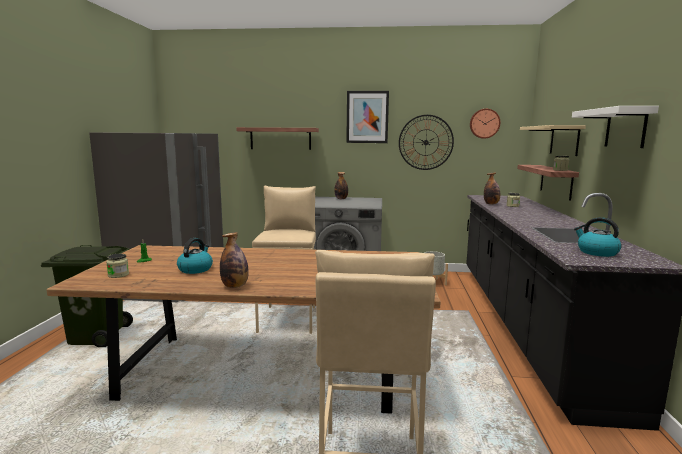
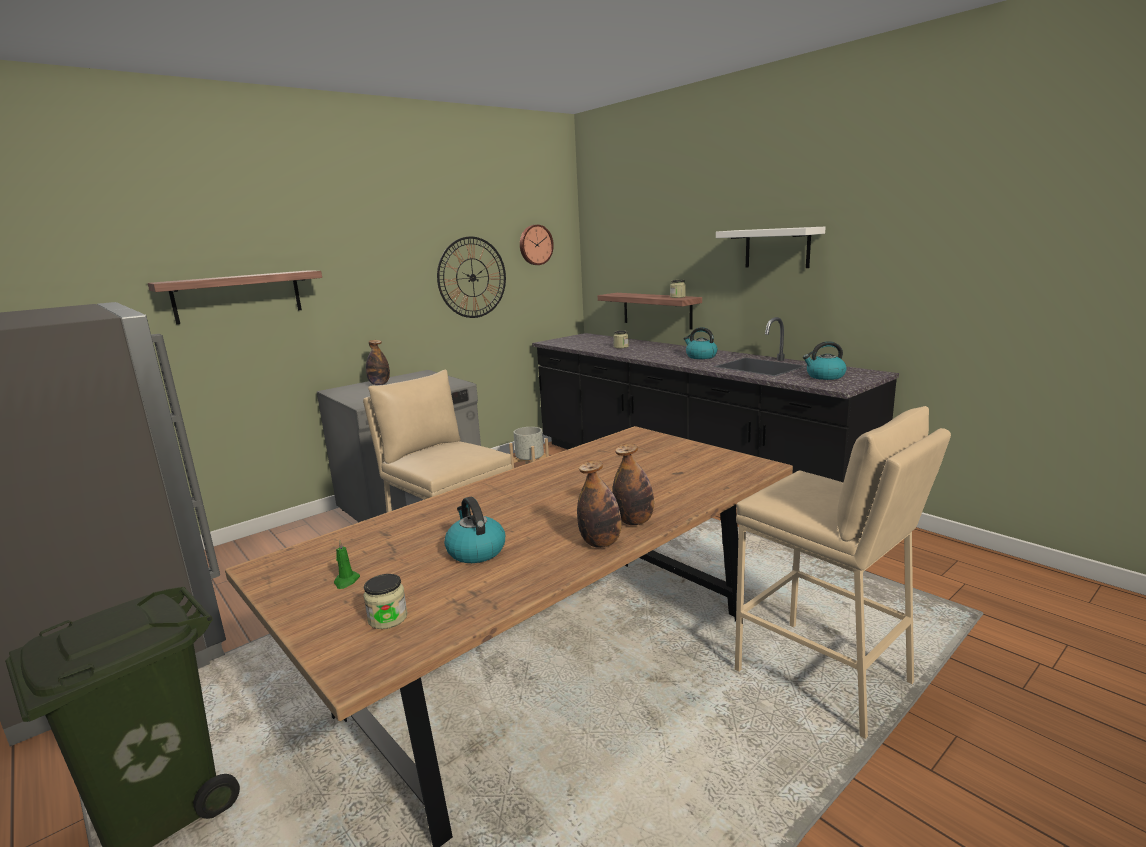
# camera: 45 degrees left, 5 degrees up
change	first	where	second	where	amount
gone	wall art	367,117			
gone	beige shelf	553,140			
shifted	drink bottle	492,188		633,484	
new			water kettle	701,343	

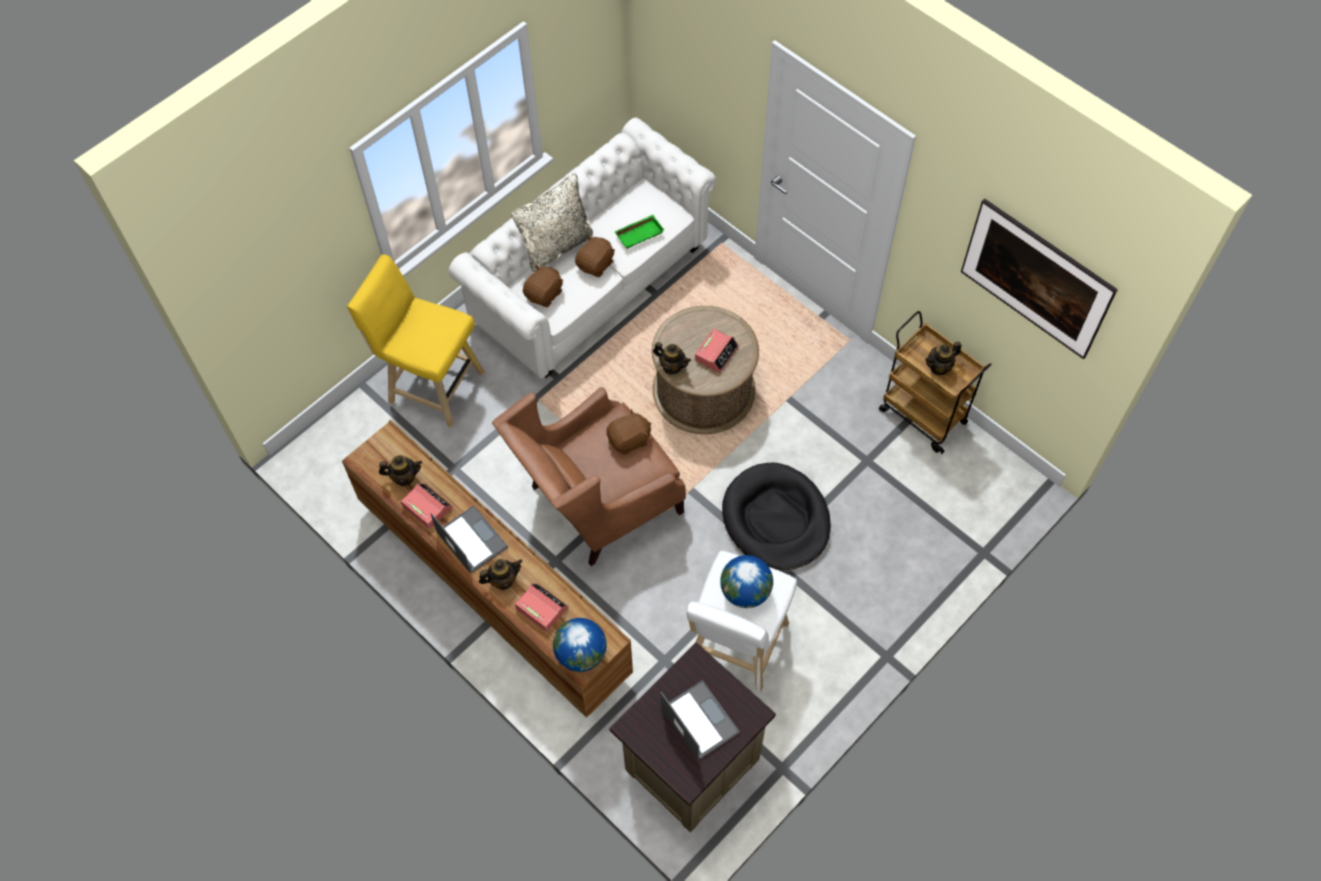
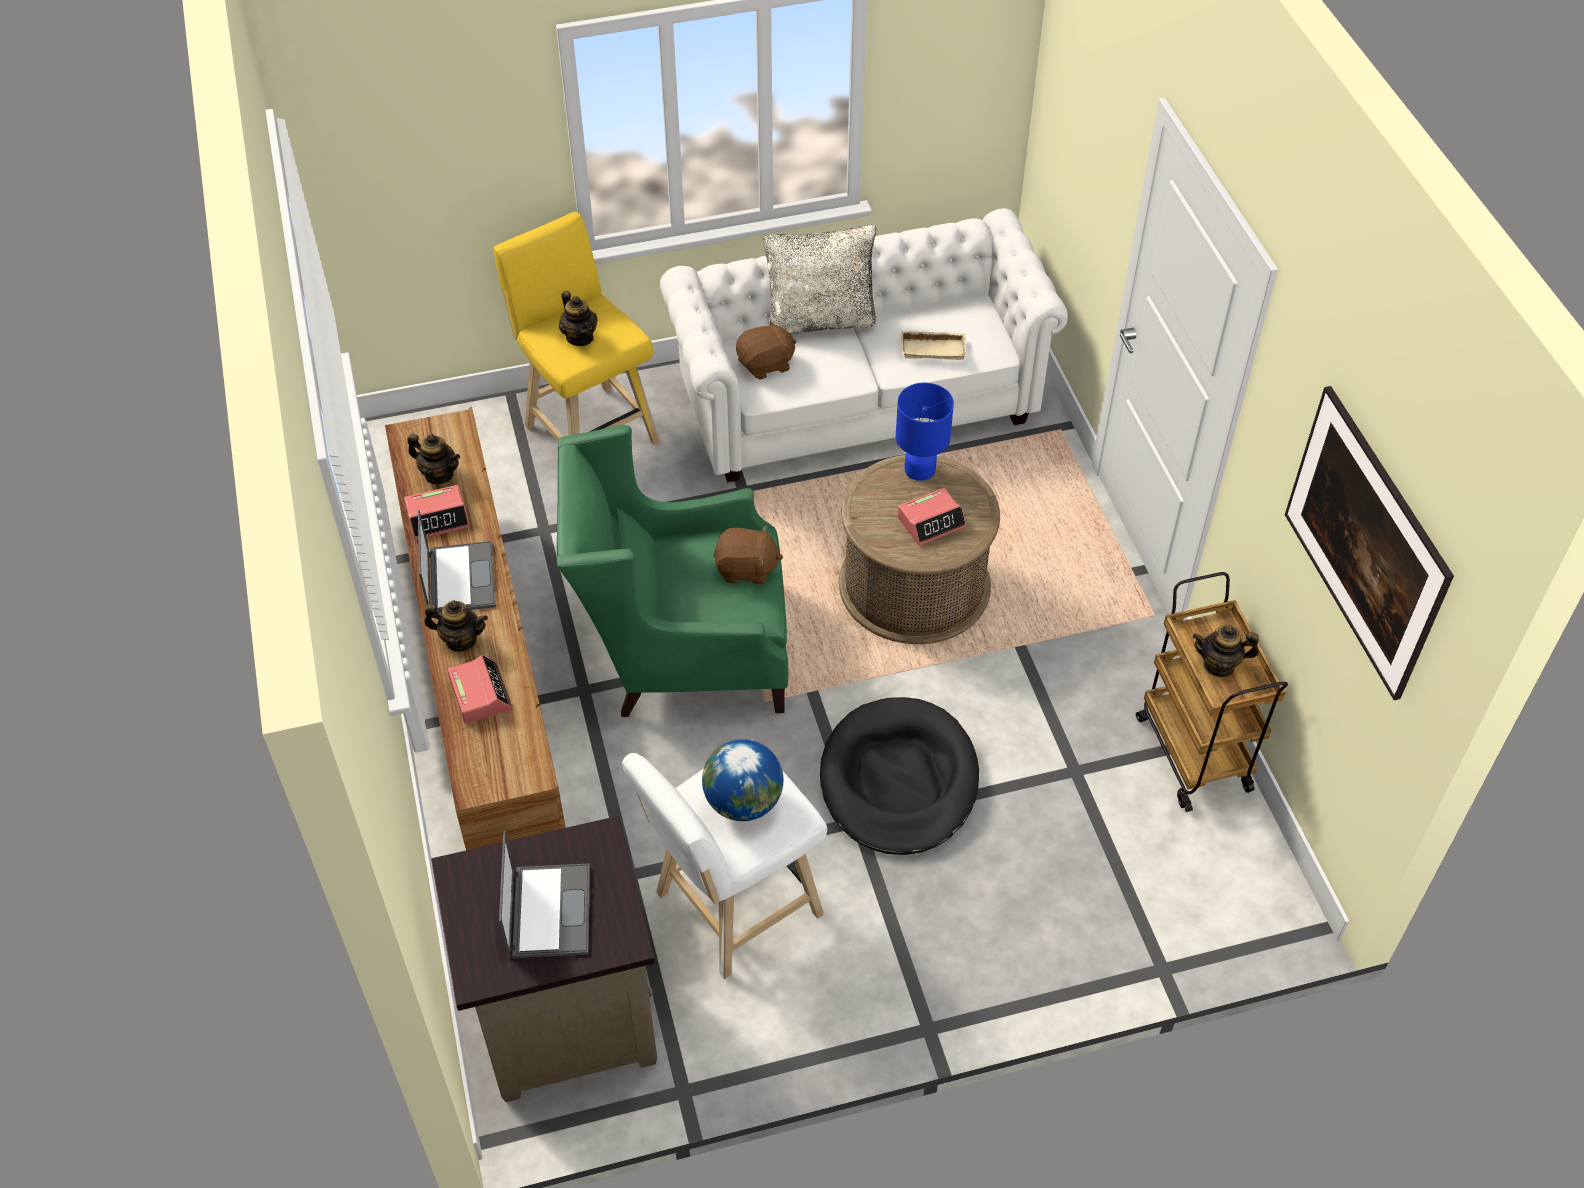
# camera: 30 degrees right, 10 degrees down
change	first	where	second	where	amount
repainted	greenish tray	639,232	beige tray	934,345	
gone	brown soft toy	595,256			
shifted	pot for tea	672,358		578,318	
repainted	brown armchair	589,476	greenish armchair	672,571	
rotated	bedside clock	427,506		437,512	90 degrees clockwise
gone	world globe	580,645			
new			bluish tabletop lamp	925,432	

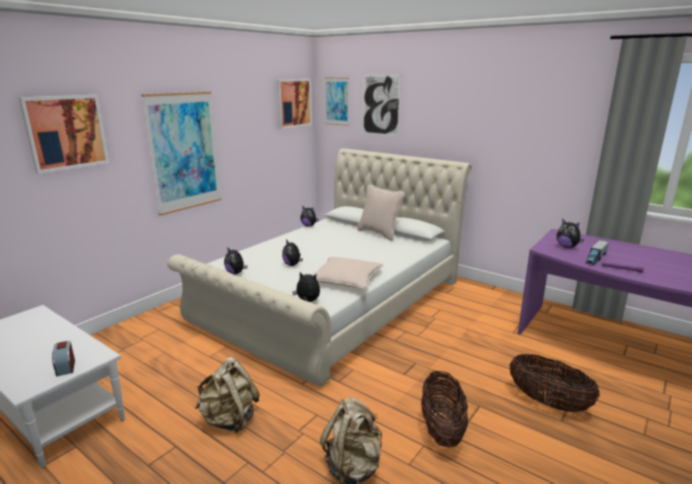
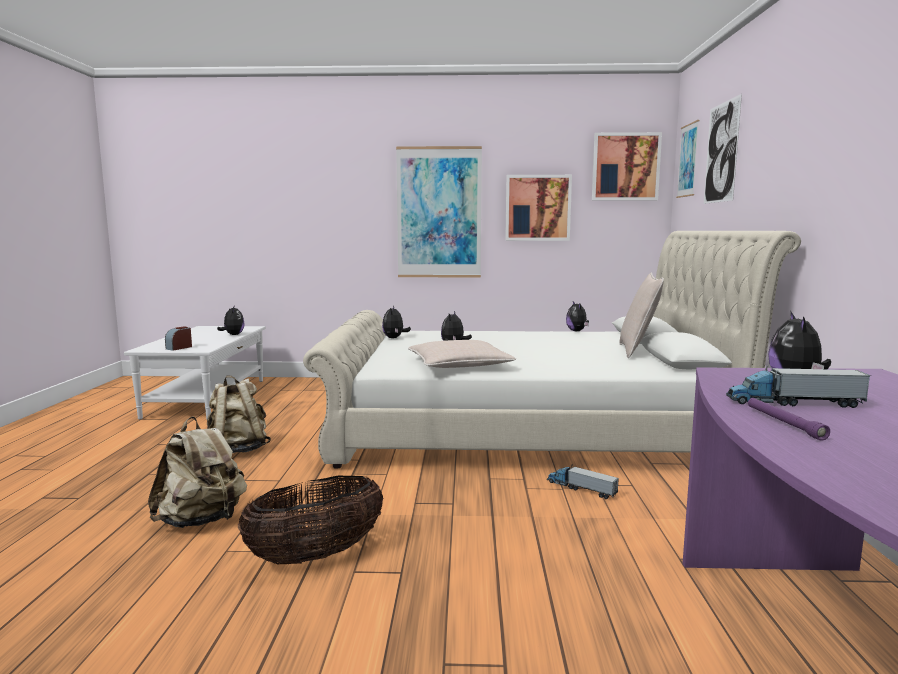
# camera: 55 degrees right, 10 degrees down
change	first	where	second	where	amount
shifted	wall art	63,134		538,208	
shifted	soft toy	306,287		231,321	
gone	basket	554,383			
new			toy truck	583,481	

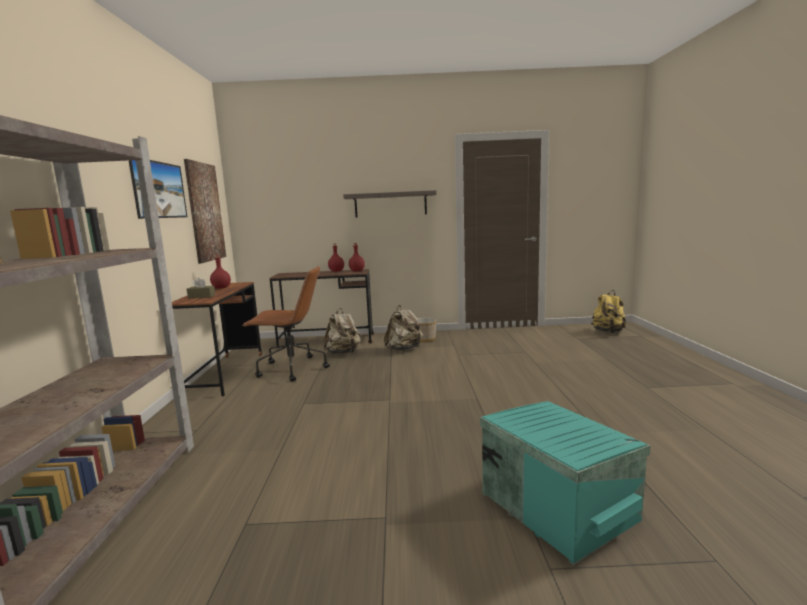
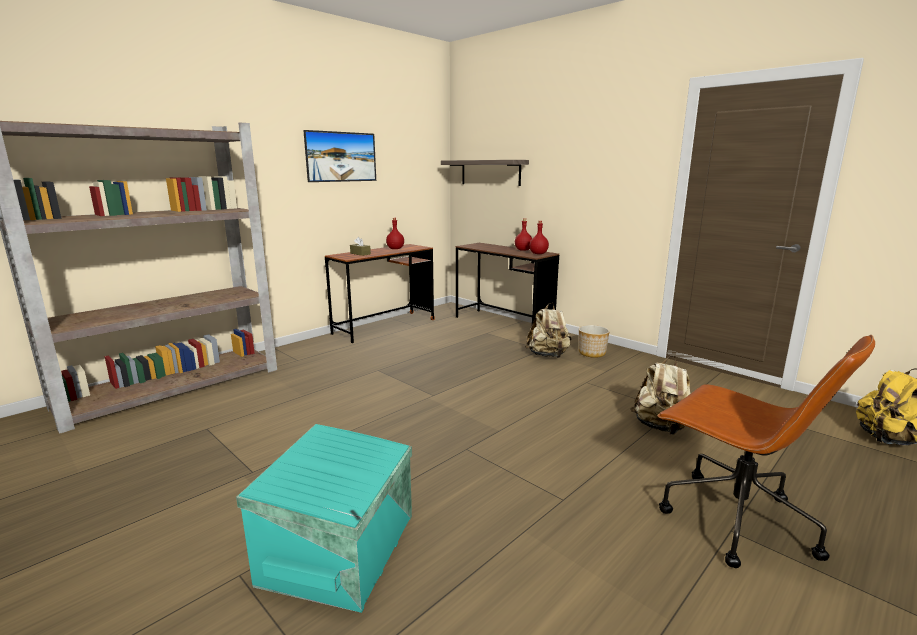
# camera: 45 degrees right, 5 degrees up
change	first	where	second	where	amount
gone	wall art	205,211			
shifted	shelf	389,204		485,173	
shifted	brown computer chair	286,323		766,451	
shifted	beige knapsack	342,331		661,395	

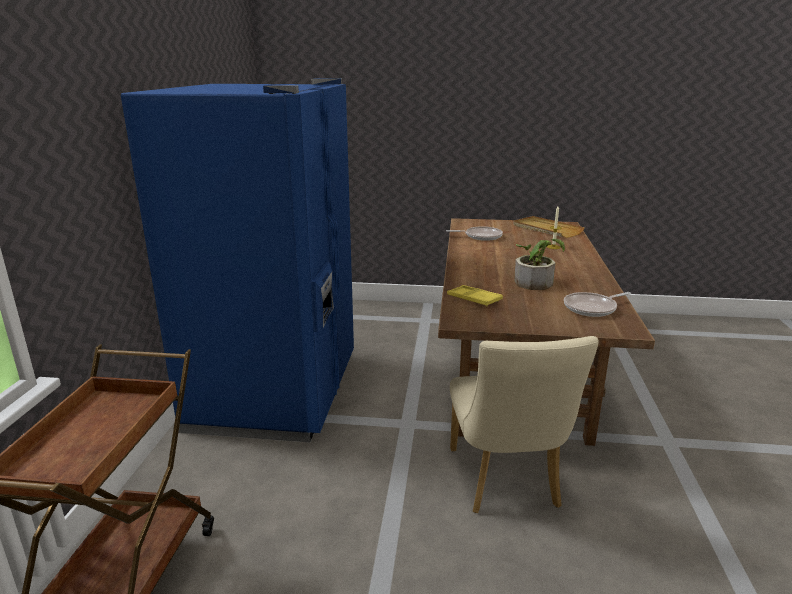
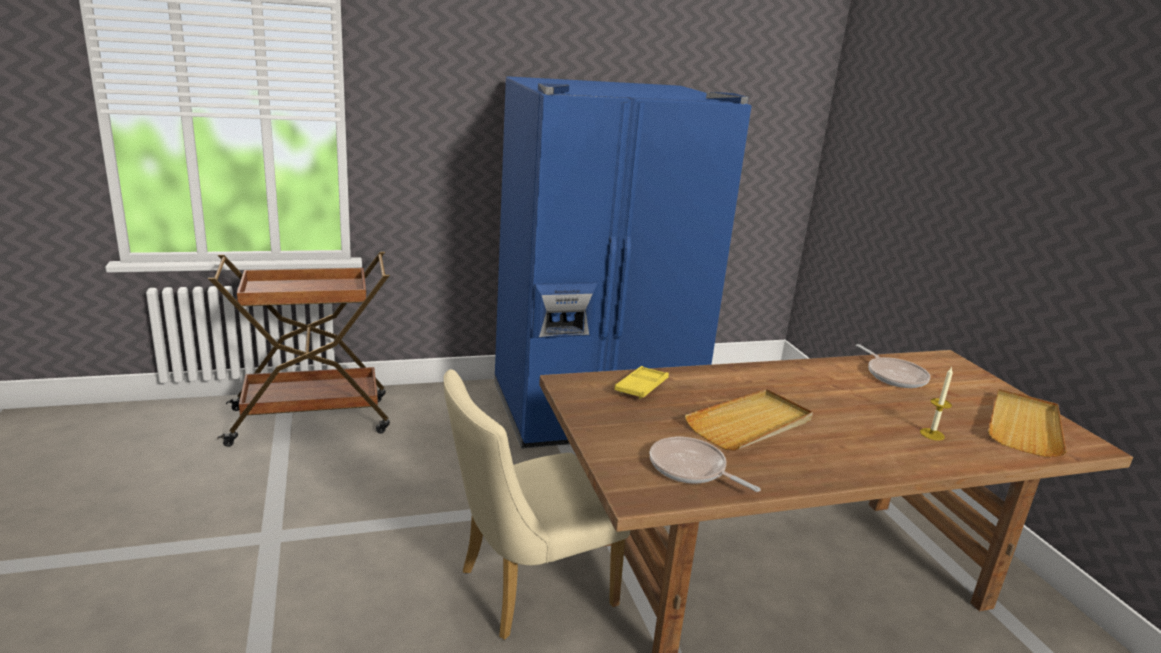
# camera: 65 degrees right, 0 degrees up
change	first	where	second	where	amount
swapped	plant in a pot	539,264	beige tray	749,420	

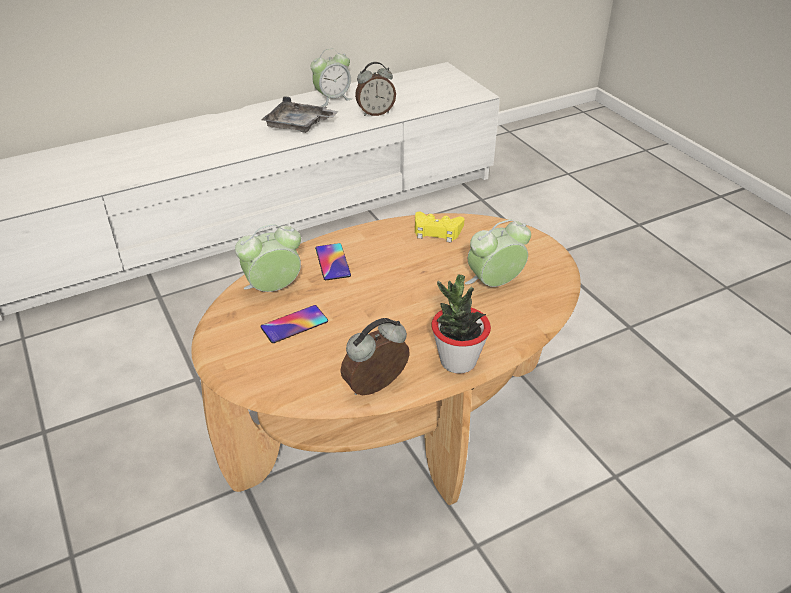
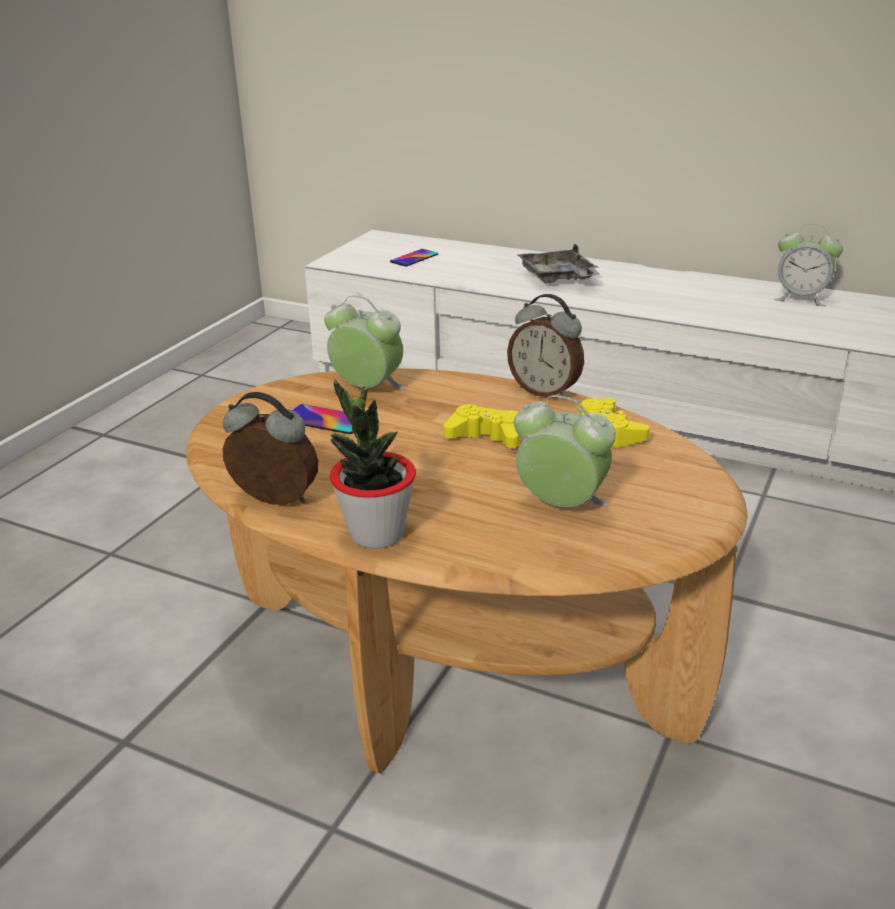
# camera: 55 degrees right, 10 degrees down
change	first	where	second	where	amount
shifted	bedside clock	375,89		545,347	
shifted	grey tray	299,114		559,263	
shifted	phone	333,261		414,257	
new			yellow game controller	482,426	

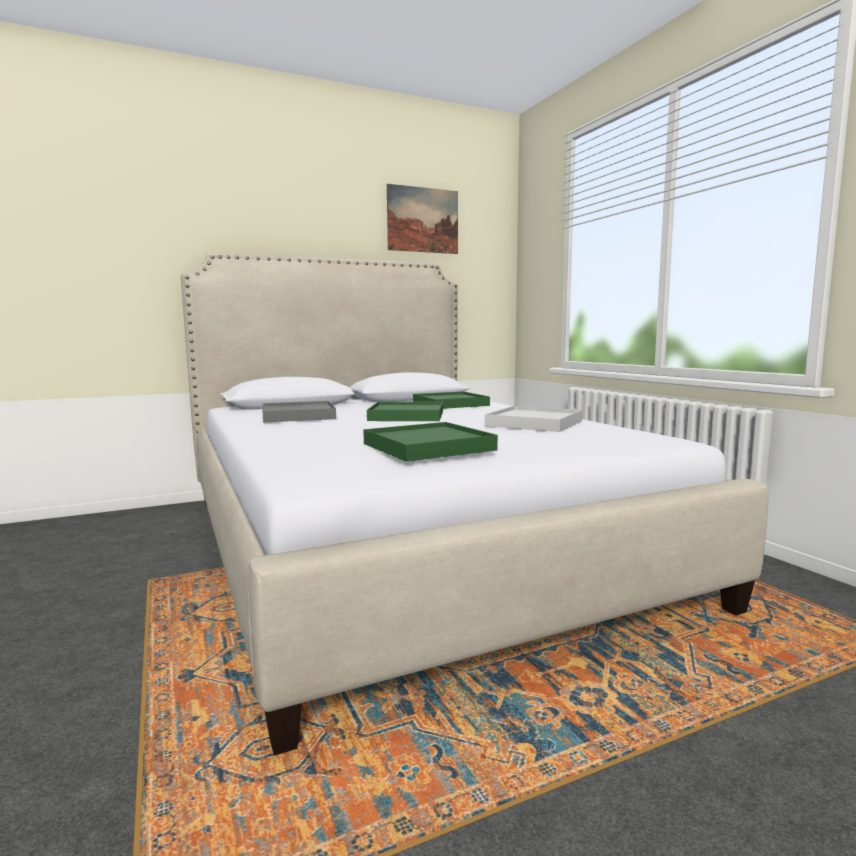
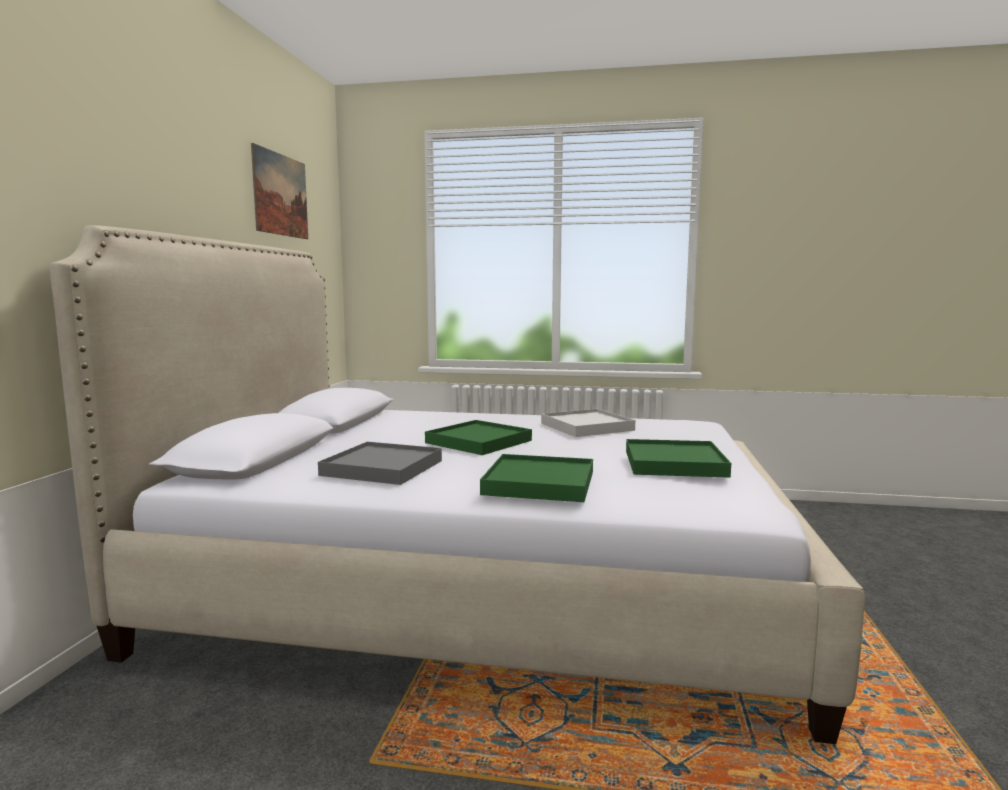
# camera: 55 degrees left, 0 degrees up
change	first	where	second	where	amount
shifted	greenish tray	451,400		536,478	

